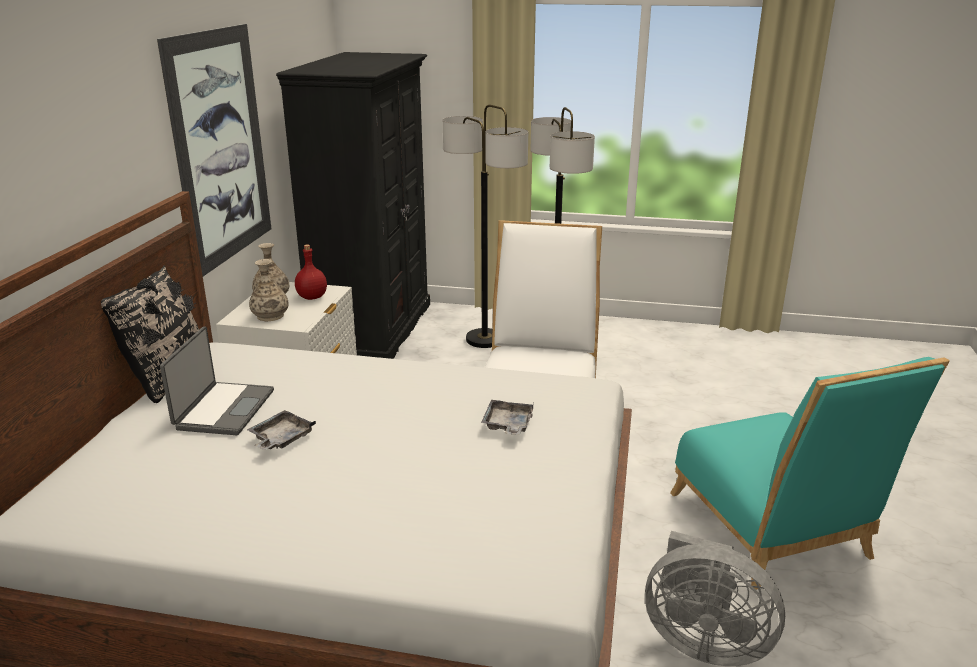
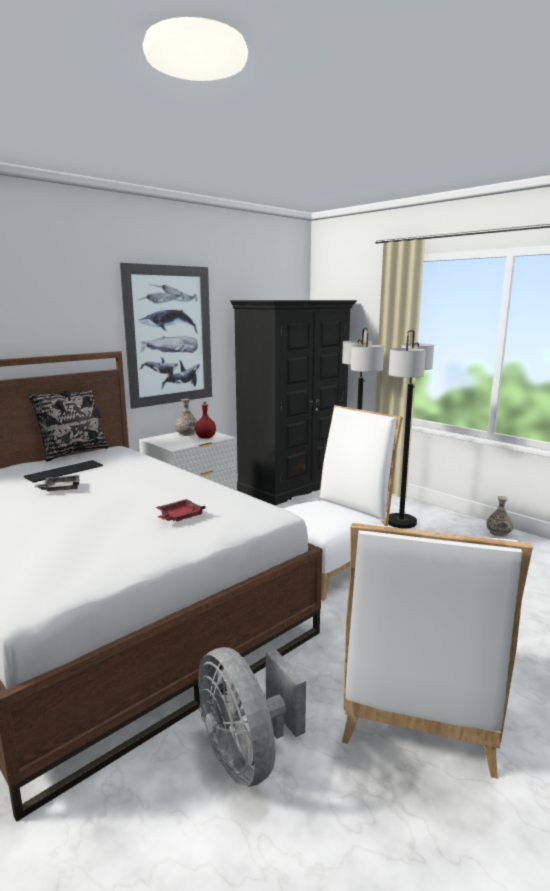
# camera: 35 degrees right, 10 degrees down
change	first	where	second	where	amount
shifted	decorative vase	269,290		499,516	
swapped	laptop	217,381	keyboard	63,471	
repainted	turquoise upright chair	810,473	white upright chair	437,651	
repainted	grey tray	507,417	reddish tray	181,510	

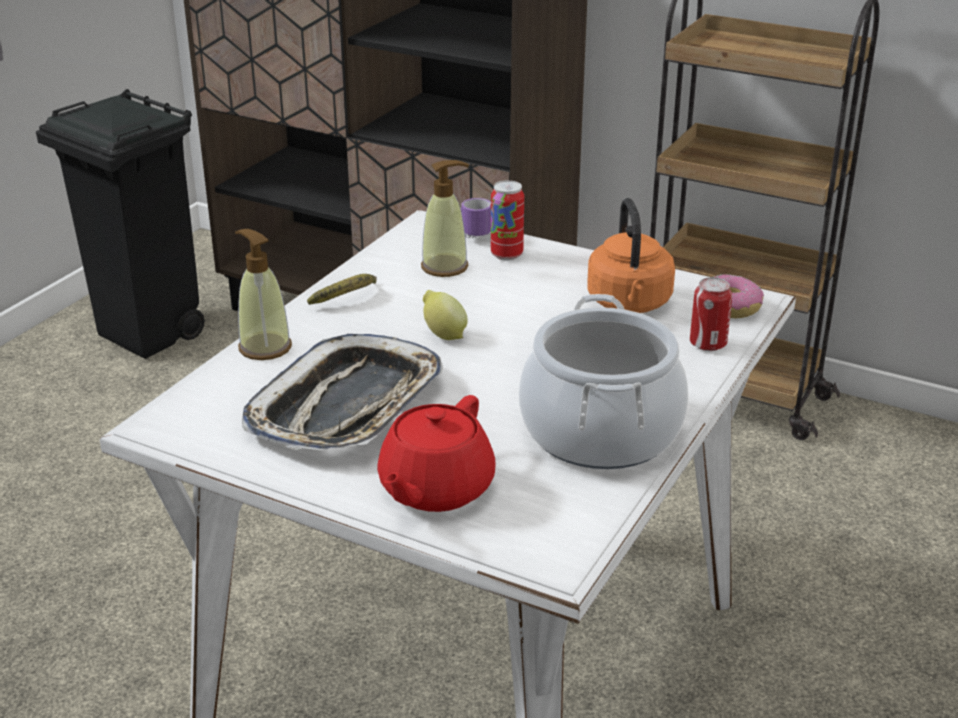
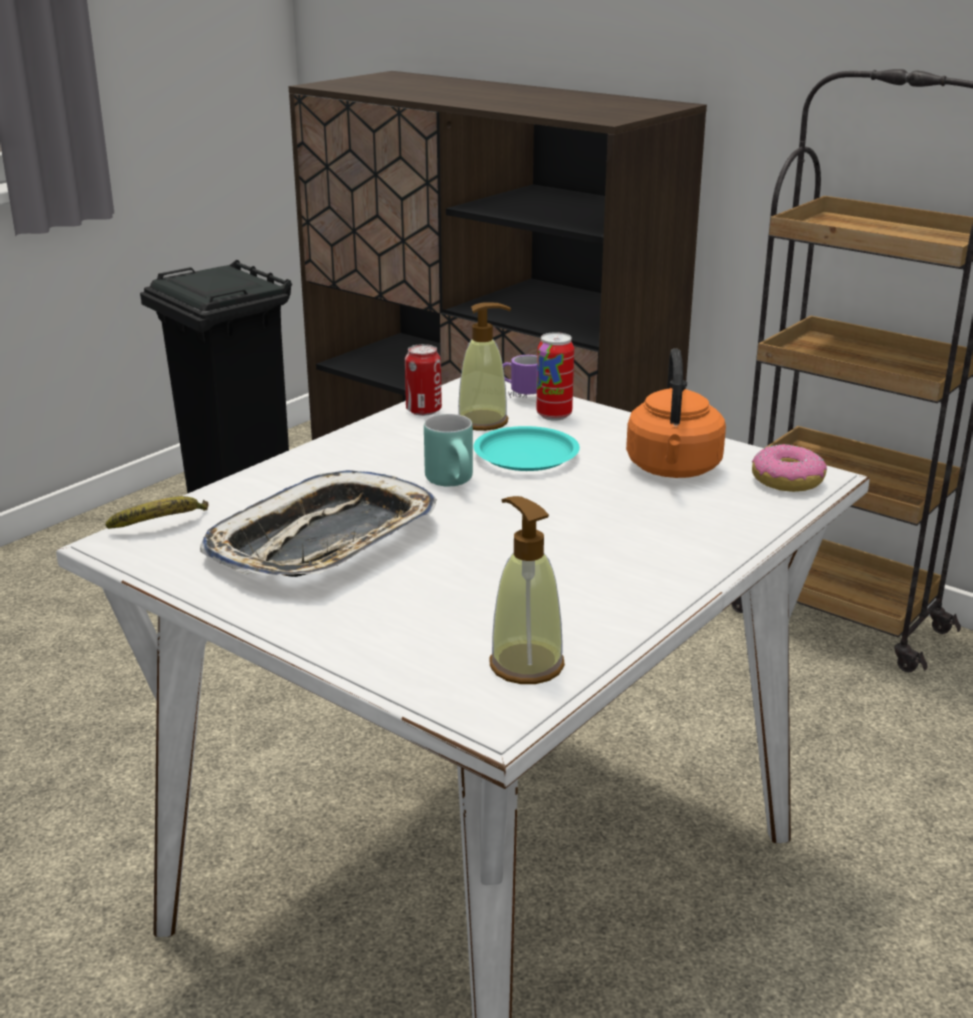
# camera: 10 degrees right, 5 degrees down
change	first	where	second	where	amount
shifted	liquid soap bottle	263,294		527,590	
shifted	whole banana	342,289		157,512	
shifted	can	711,314		423,380	
swapped	citrus fruit	445,315	turquoise tea mug	448,450	
gone	cooking pot	603,381			
gone	reddish pot for tea	436,453			
new			turquoise dinner plate	527,448	

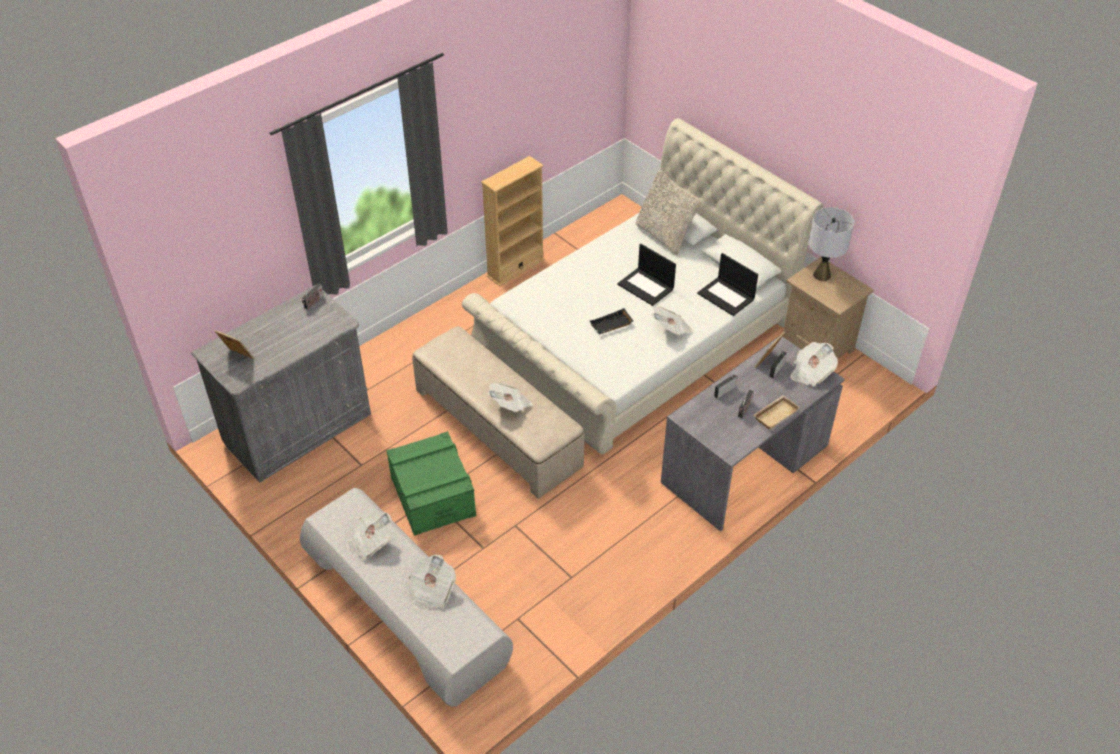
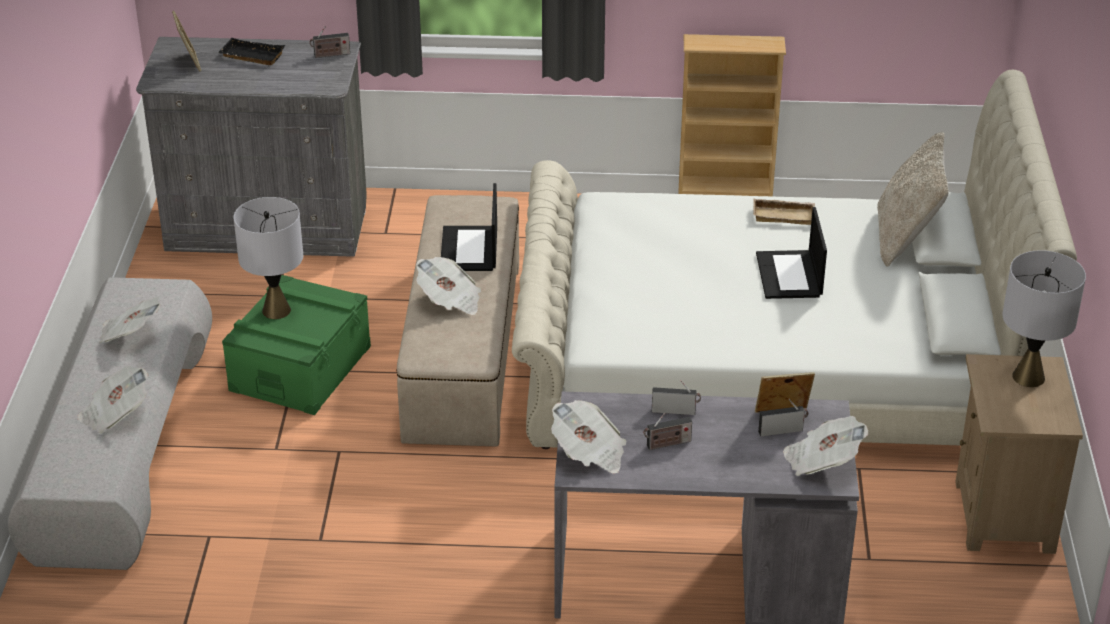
# camera: 45 degrees right, 10 degrees down
change	first	where	second	where	amount
shifted	laptop	727,284		469,227	
shifted	daily paper	672,321		588,437	
shifted	black tray	611,321		251,51	
shifted	beige tray	777,412		784,212	
new			grey tabletop lamp	268,258	

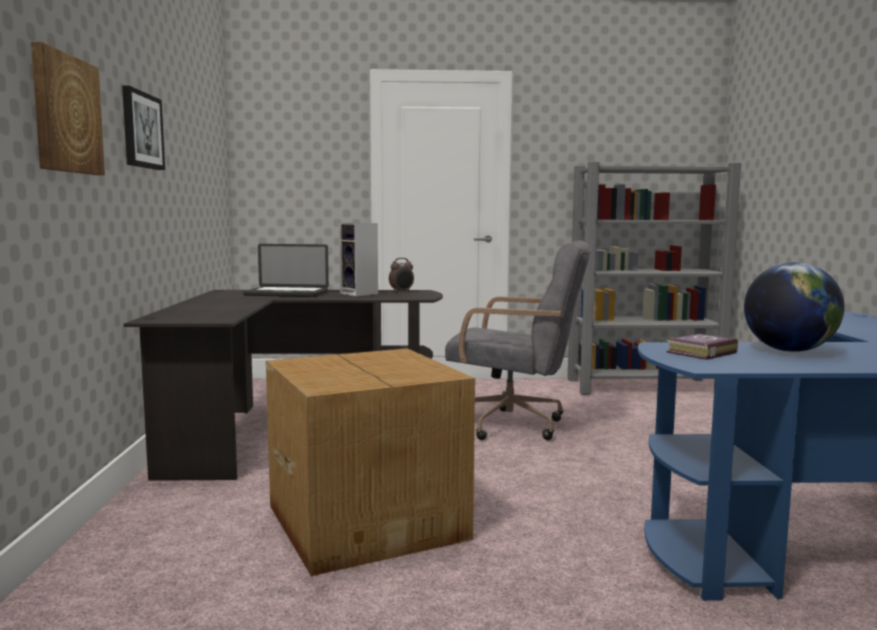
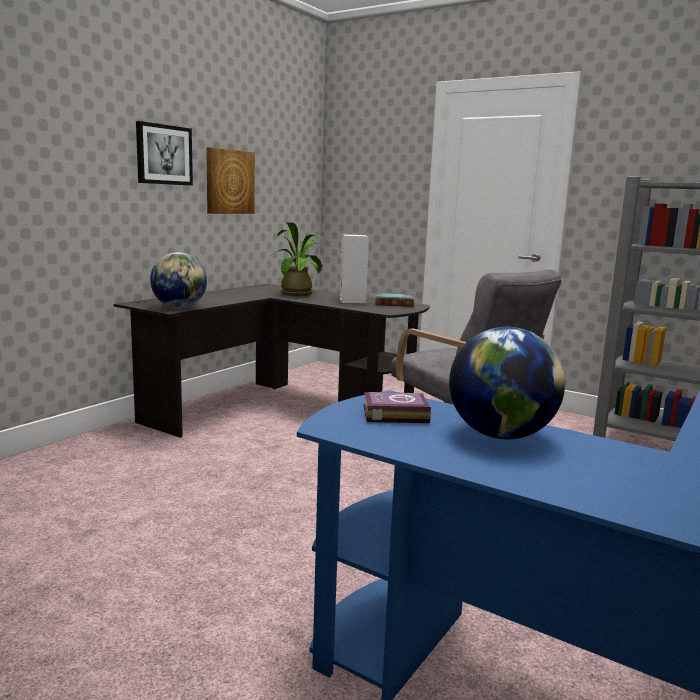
# camera: 35 degrees right, 5 degrees up
change	first	where	second	where	amount
shifted	wall art	68,108		231,180	
swapped	laptop	286,270	plant in a pot	297,259	
swapped	bedside clock	401,275	book	394,300	
gone	carton	370,462			
new			world globe	178,280	

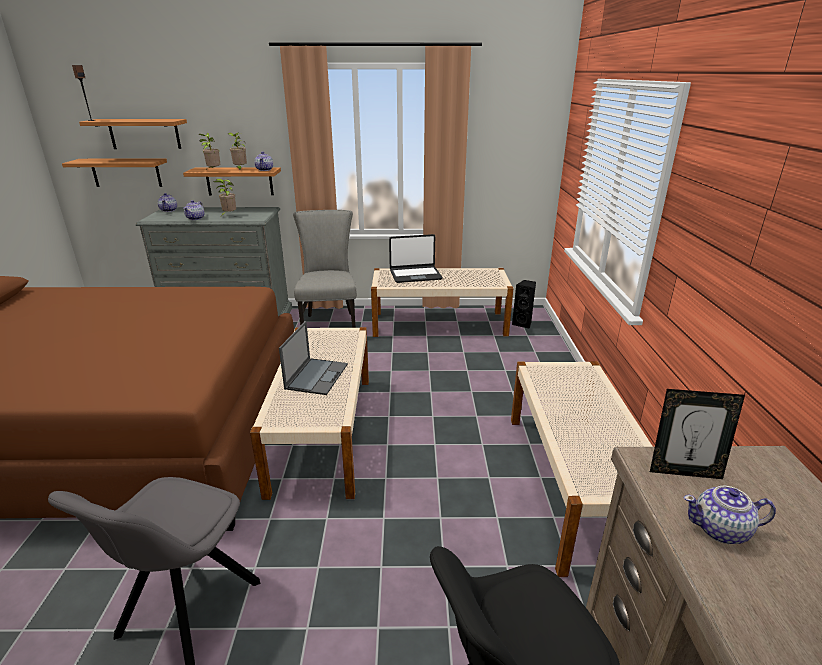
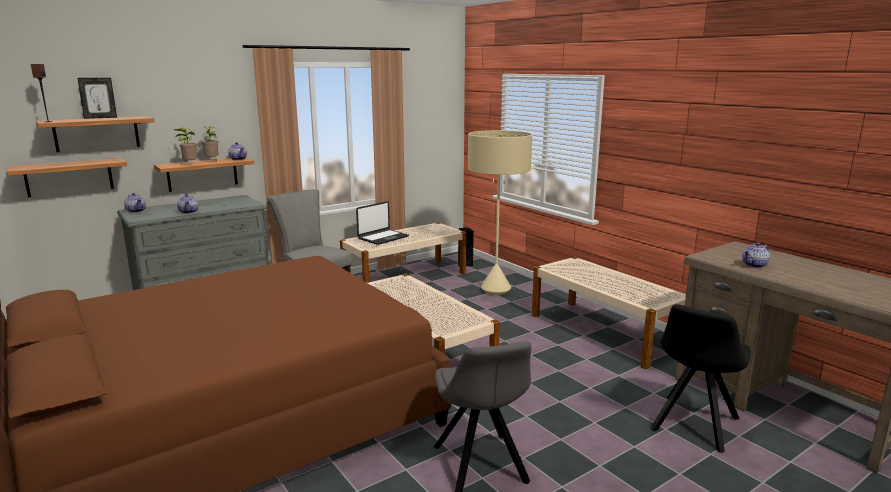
# camera: 35 degrees left, 10 degrees down
change	first	where	second	where	amount
gone	plant in a pot	225,197			
gone	laptop	313,358			
shifted	picture frame	697,434		97,98	
new			beige standing lamp	500,212	

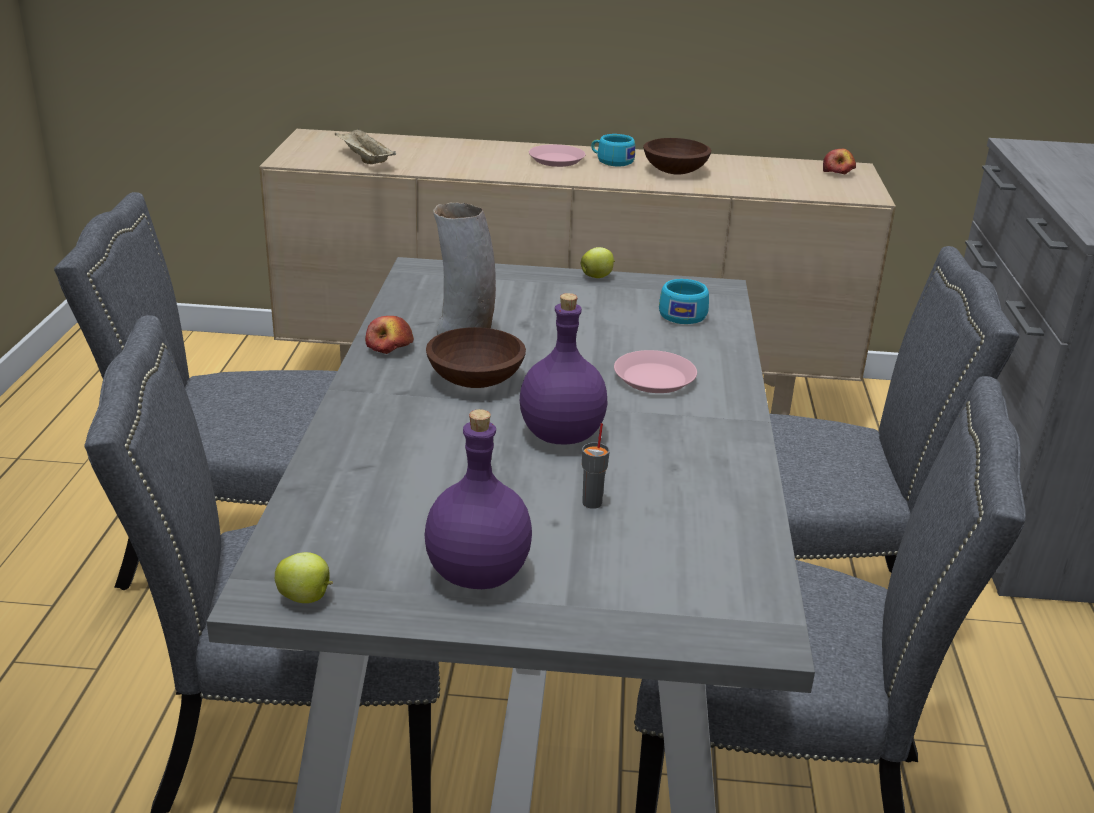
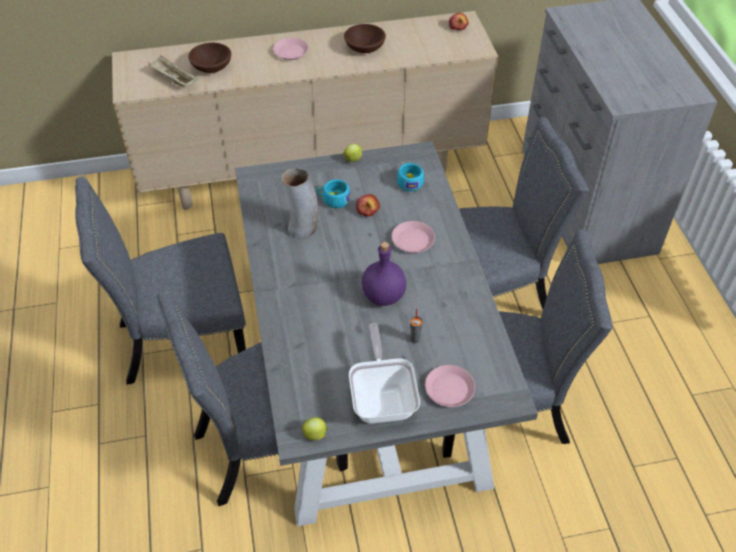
# camera: 15 degrees left, 20 degrees up
change	first	where	second	where	amount
shifted	turquoise cup	613,150		333,193	
shifted	apple fruit	389,335		368,205	
shifted	brown deep dish	476,357		209,58	
swapped	purplish drink bottle	478,499	pan	384,373	
new			pink dinner plate	450,386	

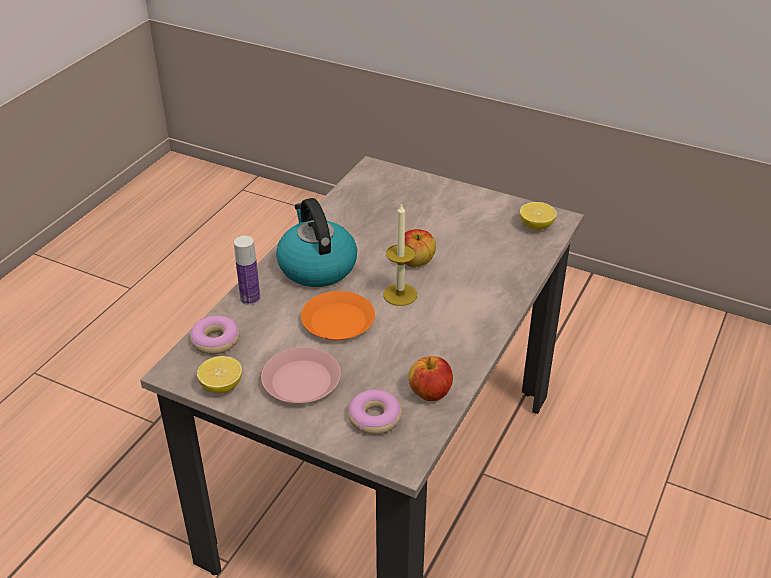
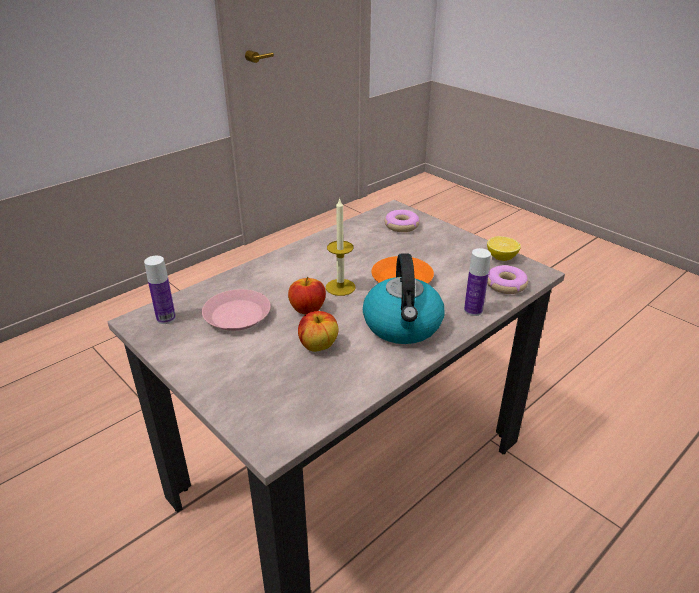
# camera: 160 degrees left, 5 degrees down
change	first	where	second	where	amount
swapped	citrus fruit	538,216	drink bottle	160,290	
shifted	pink dinner plate	301,375		236,310	
shifted	apple fruit	431,378		318,331	

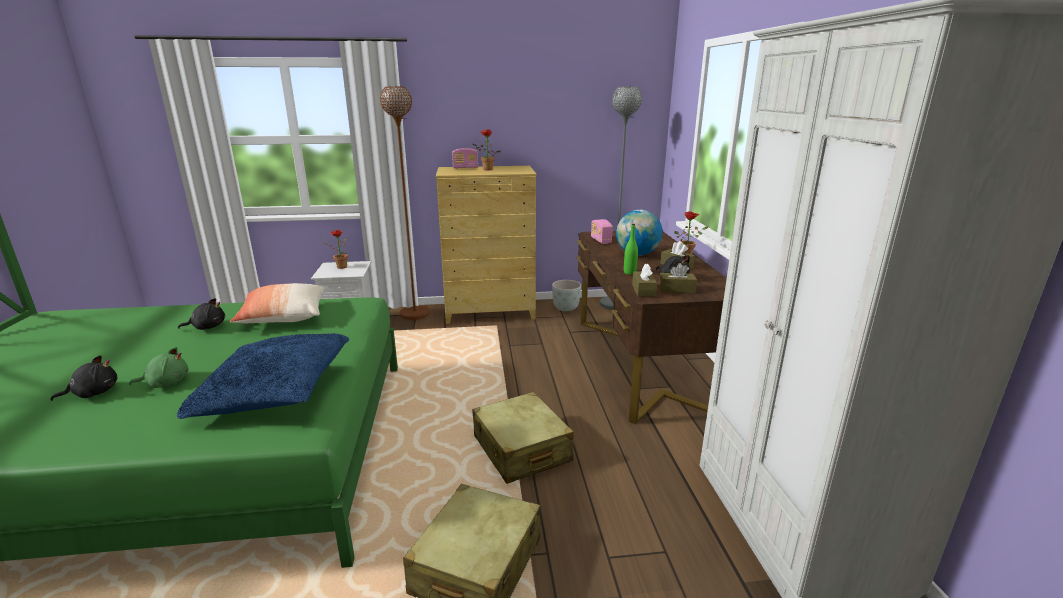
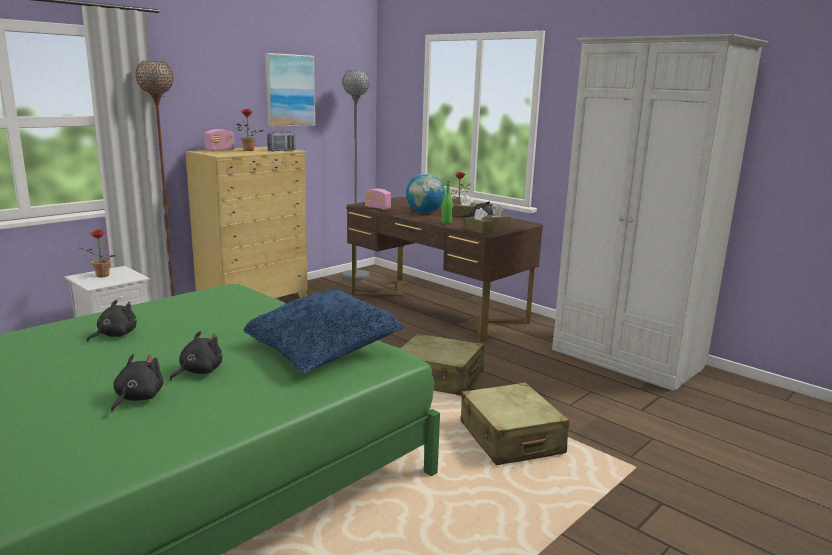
# camera: 40 degrees left, 5 degrees down
change	first	where	second	where	amount
gone	grey plant pot	566,295			
gone	cushion	277,303			
repainted	greenish soft toy	159,367	black soft toy	195,356	
new			wall art	290,90	
new			radio	281,141	

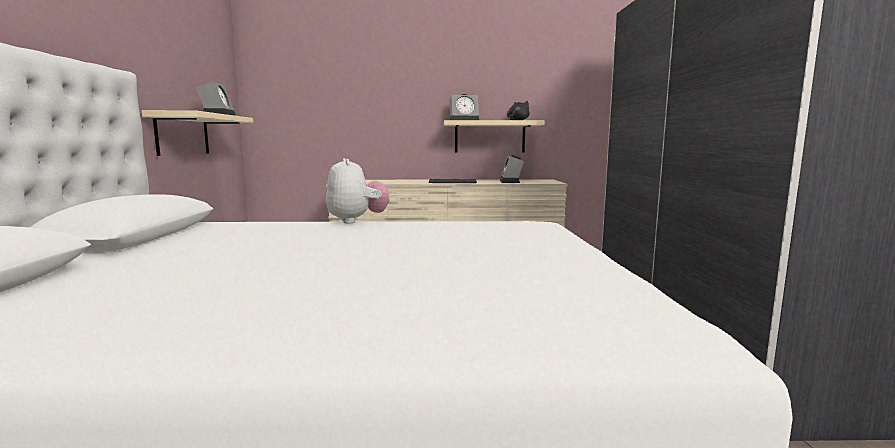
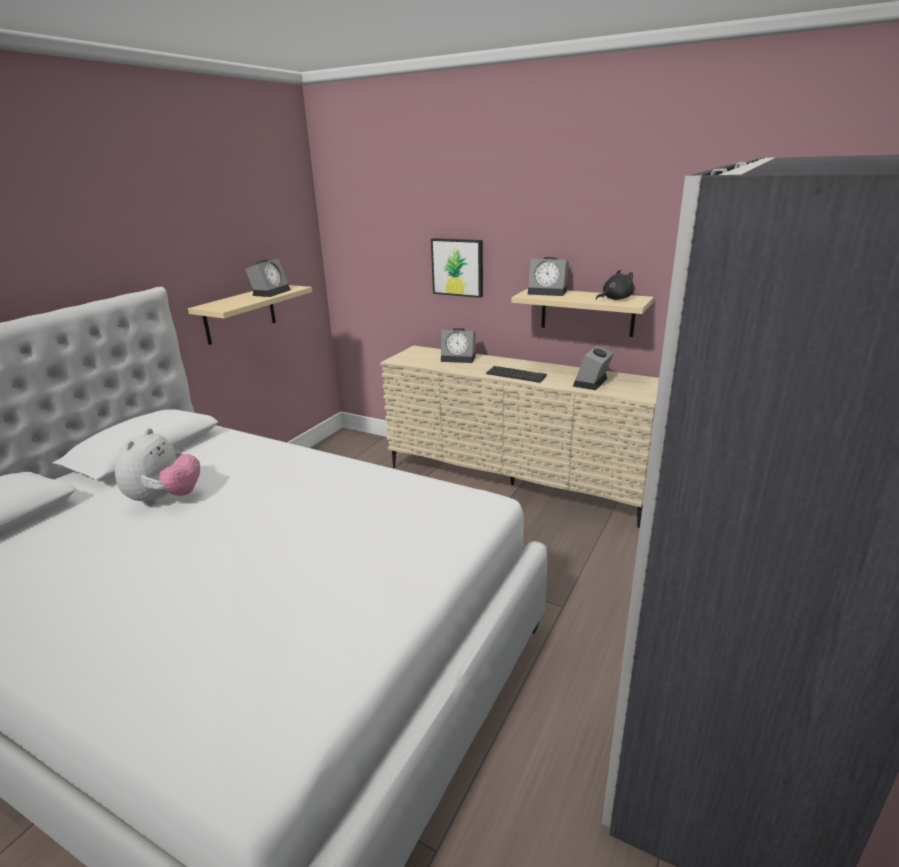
# camera: 30 degrees right, 15 degrees up
change	first	where	second	where	amount
shifted	soft toy	357,191		157,467	
new			wall art	457,268	
new			bedside clock	458,345	

